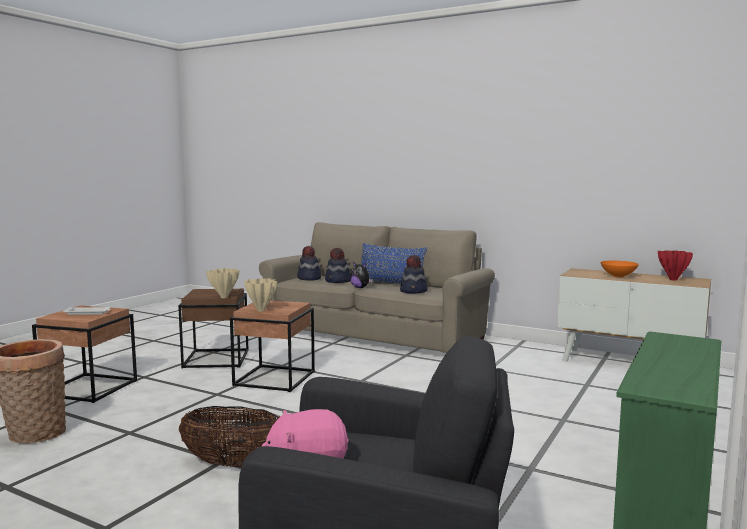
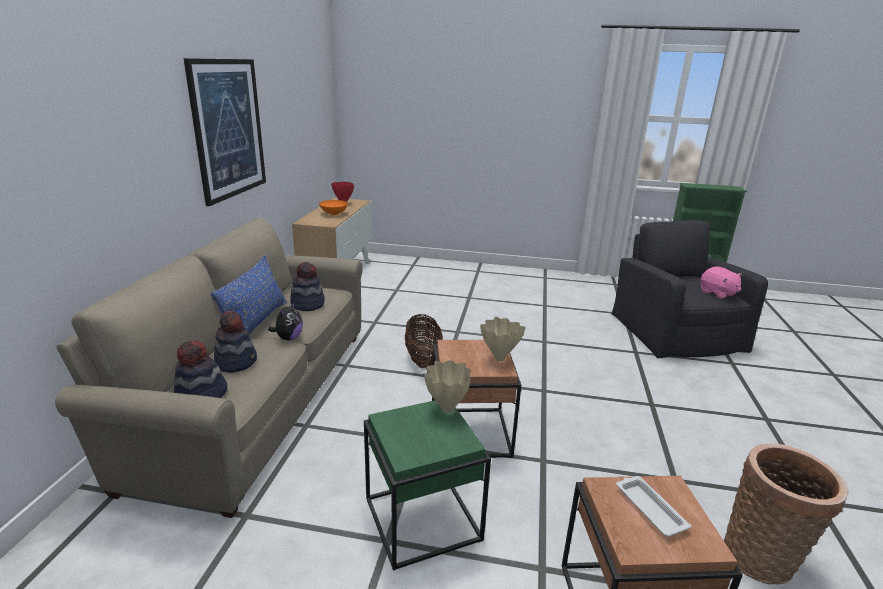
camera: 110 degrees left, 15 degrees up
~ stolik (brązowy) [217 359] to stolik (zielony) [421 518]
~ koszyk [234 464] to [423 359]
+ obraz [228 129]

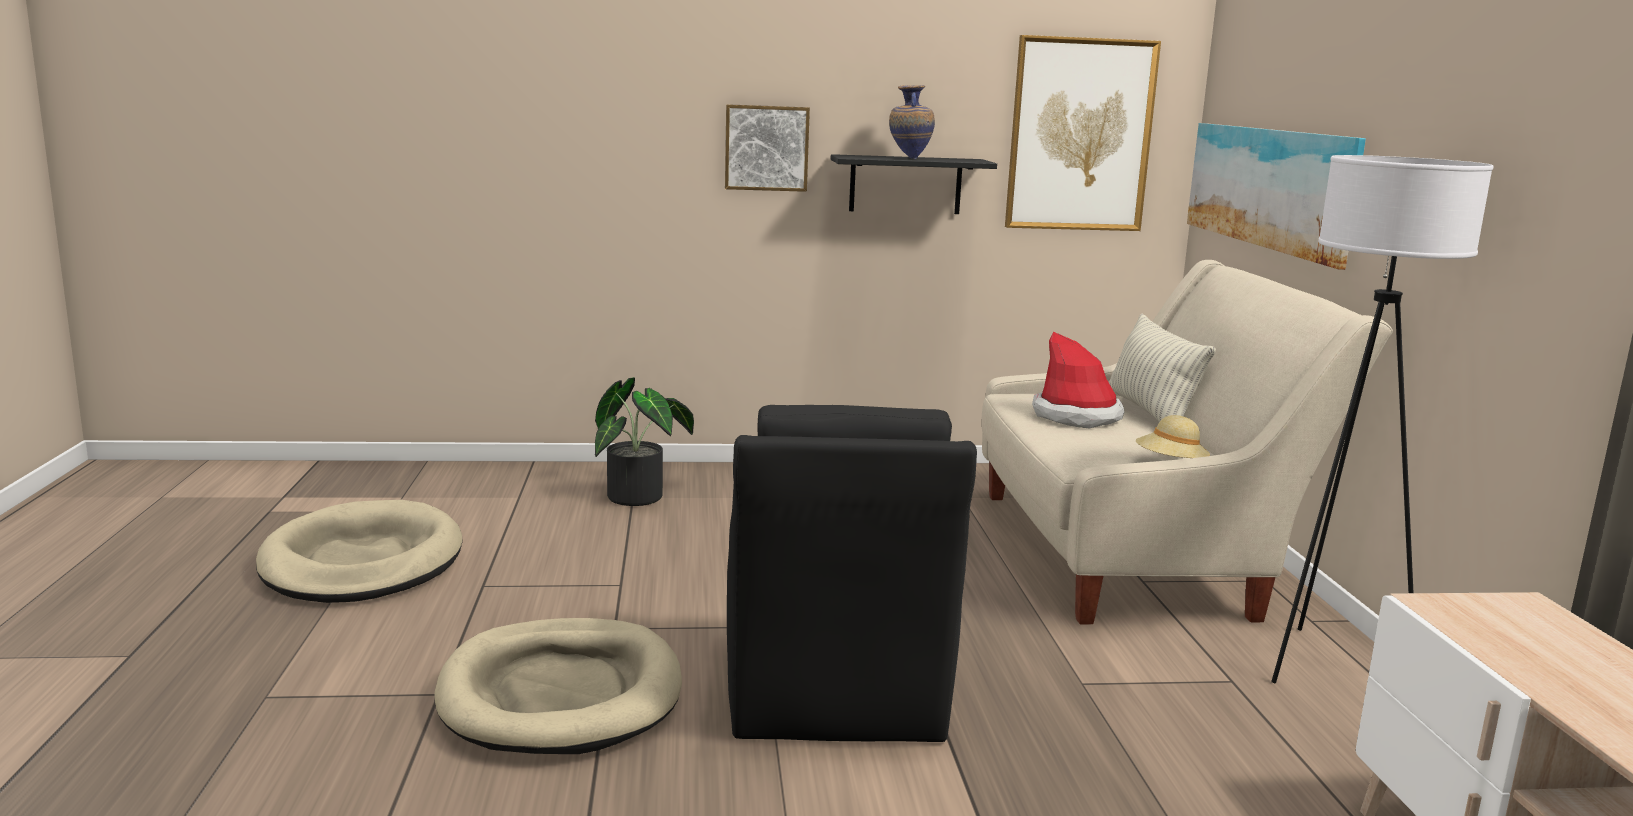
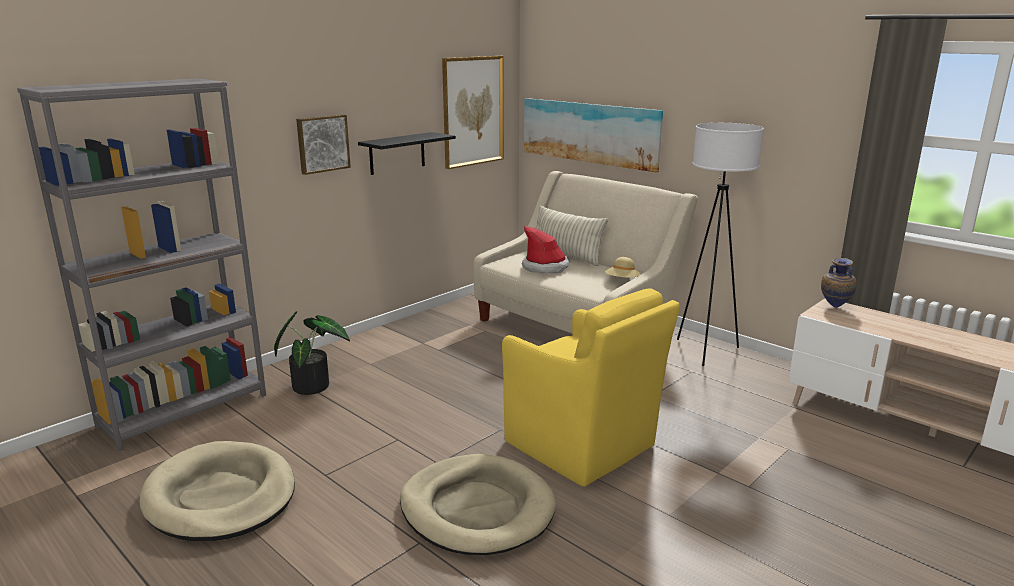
camera: 40 degrees left, 5 degrees up
~ wazon [909 158] to [834 308]
~ fotel (czarny) [834 694] to fotel (żółty) [582 446]
+ regał (szary) [184 410]

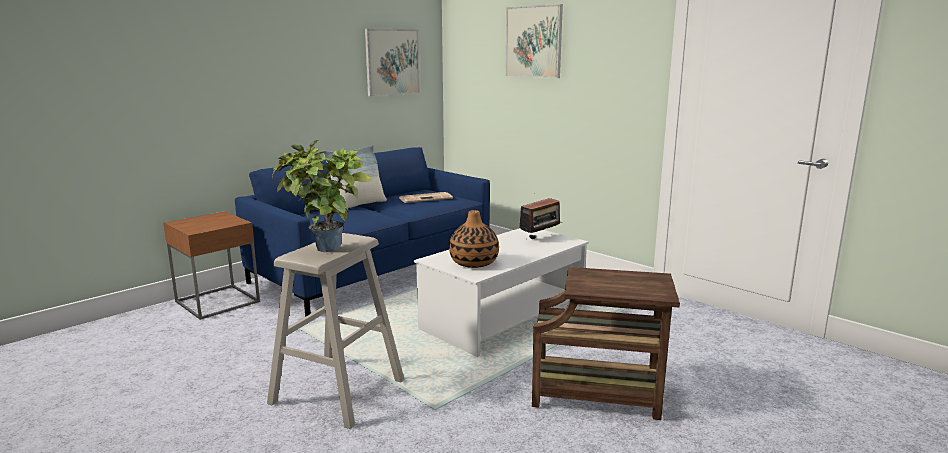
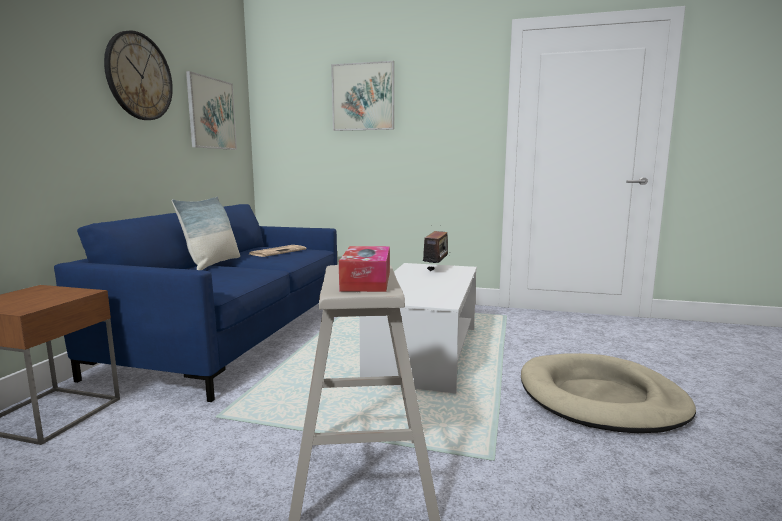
camera: 30 degrees left, 5 degrees down
~ roślina doniczkowa [324 250] to pudełko chusteczek [366 280]
- wazon [474 263]
~ stolik (brązowy) [599 396] to legowisko (beżowy) [601 398]
+ zegar ścienny [139 76]

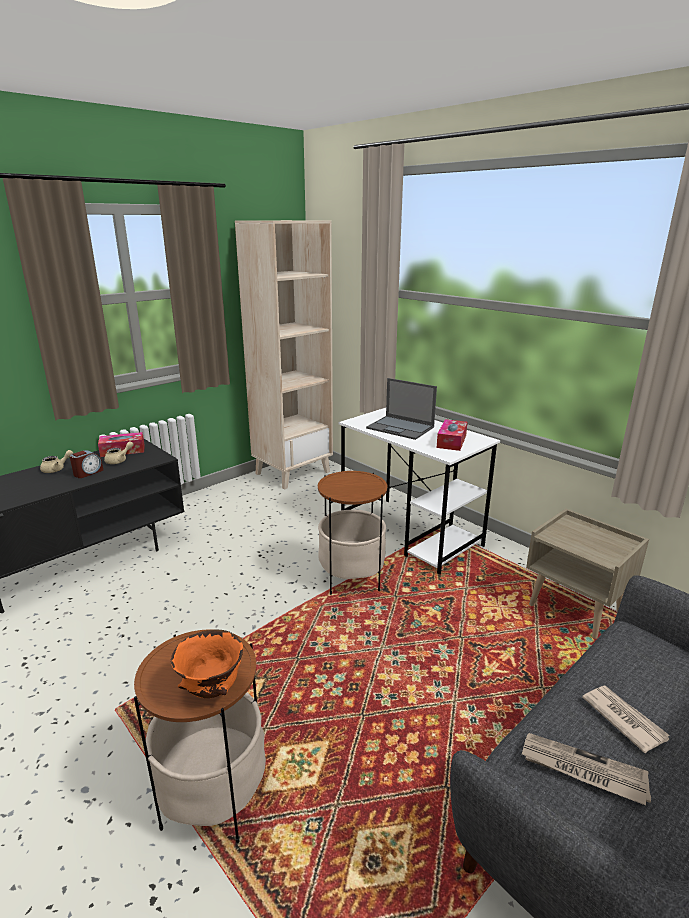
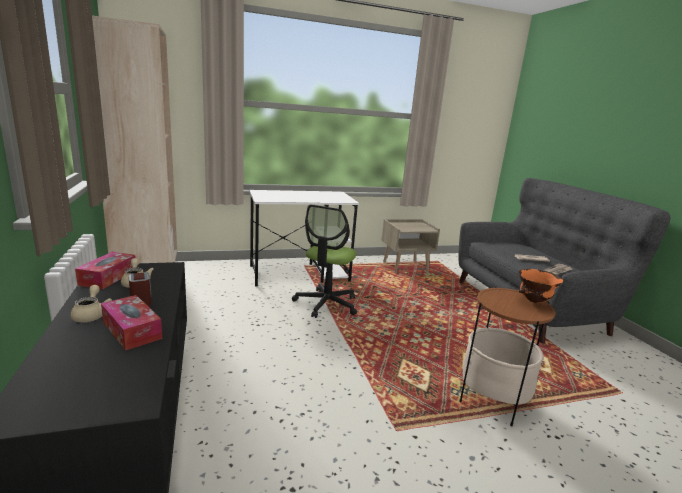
camera: 65 degrees left, 5 degrees down
- laptop [401 428]
~ pudełko chusteczek [451 441] to [132 330]
~ stolik [351 578] to krzesło biurowe [326 304]

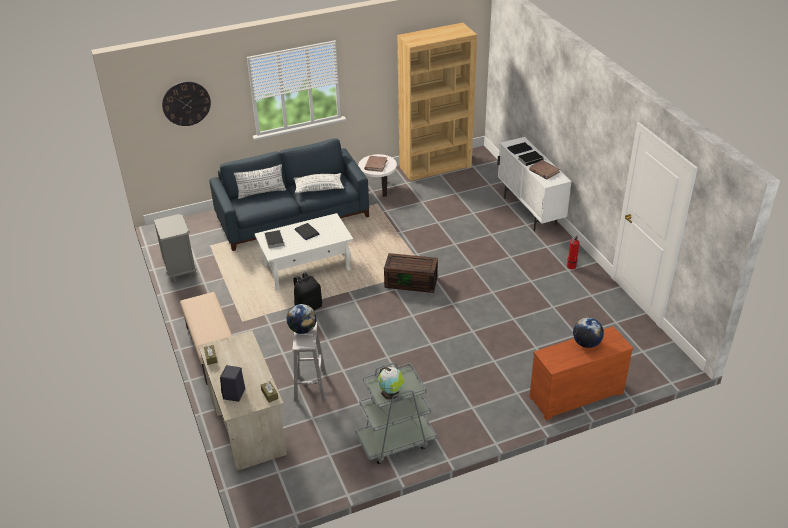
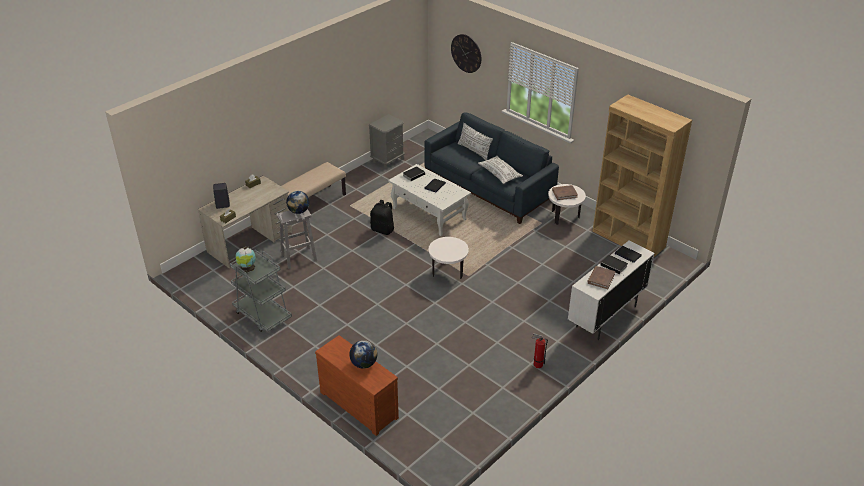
camera: 65 degrees right, 0 degrees up
~ pojemnik do przechowywania (brązowy) [412 282] to stolik (biały) [448 272]

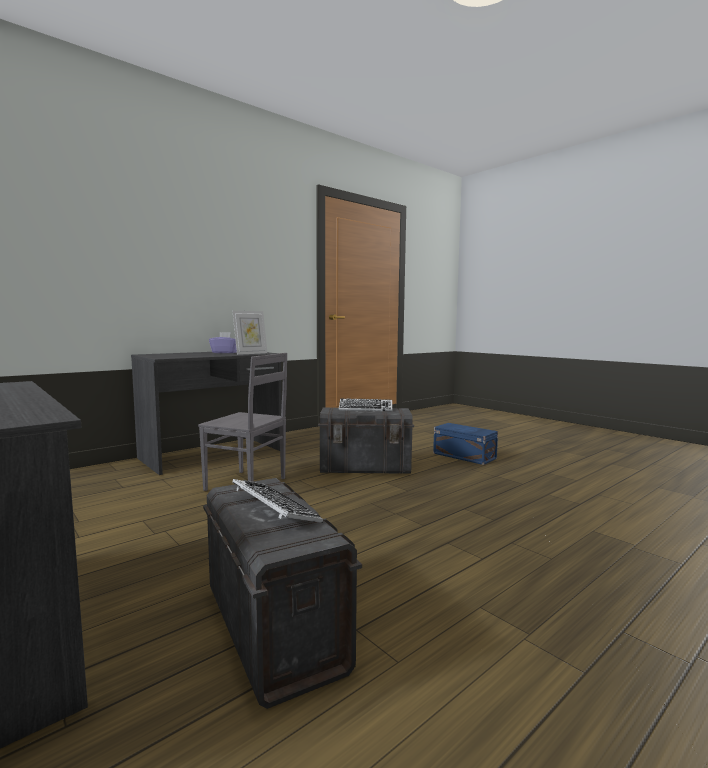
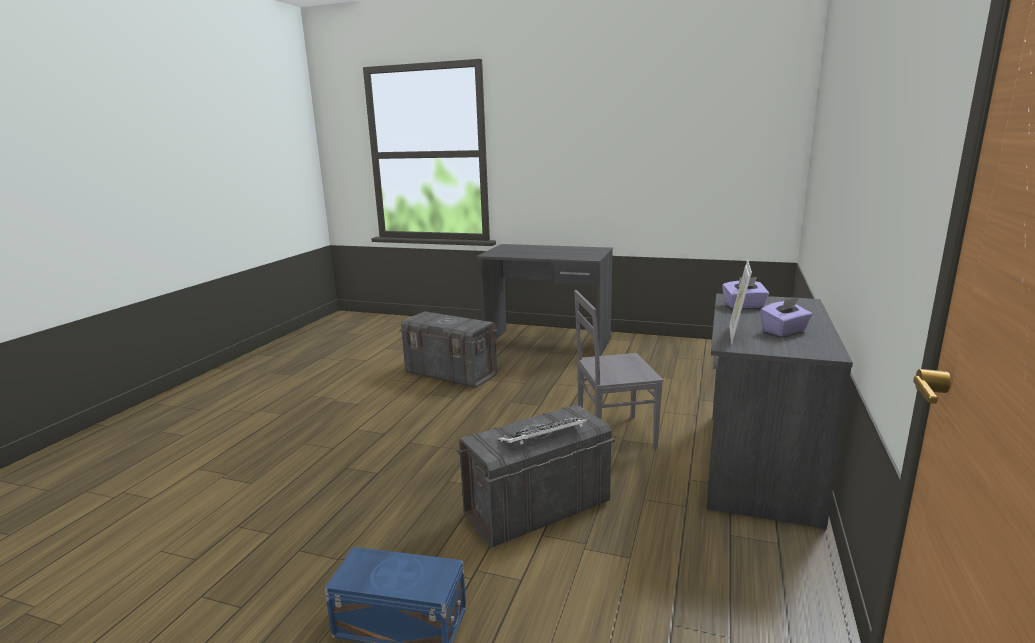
camera: 150 degrees right, 10 degrees up
- klawiatura [273 508]
+ pudełko chusteczek (fioletowy) [744 306]

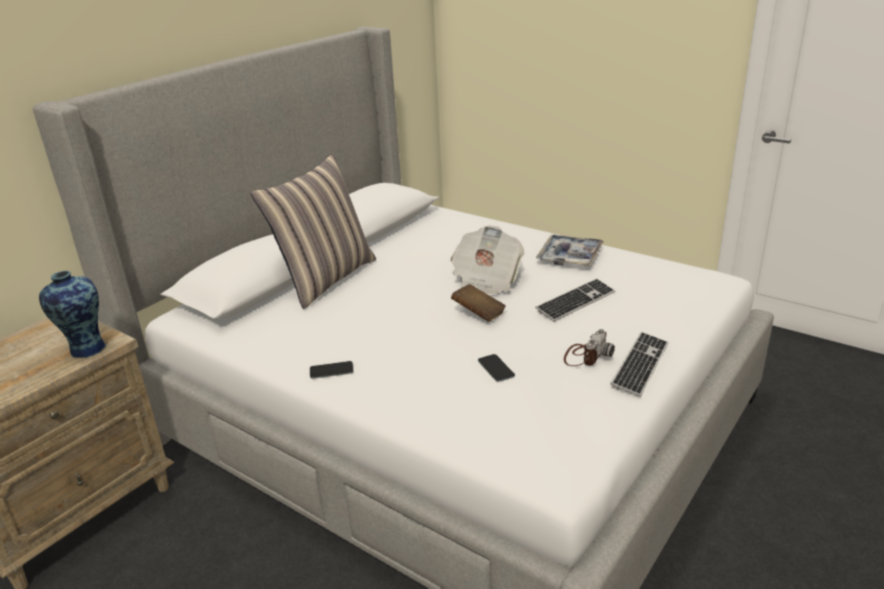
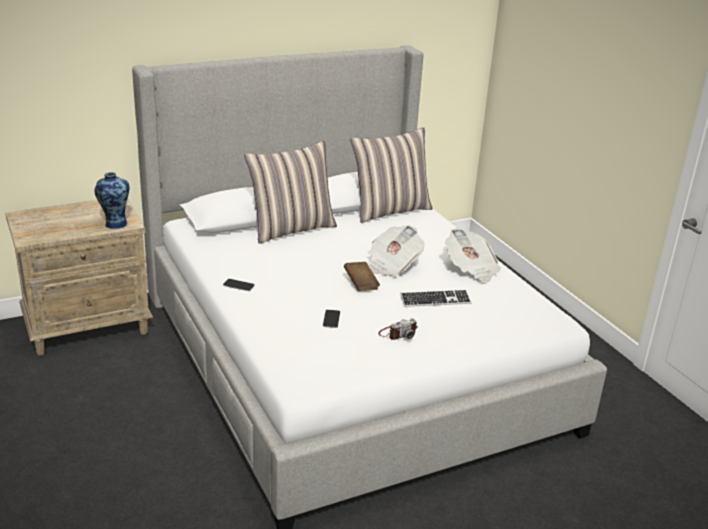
camera: 25 degrees right, 0 degrees up
~ taca [569 257] to gazeta [471 269]
- klawiatura [640 365]
+ poduszka [390 210]

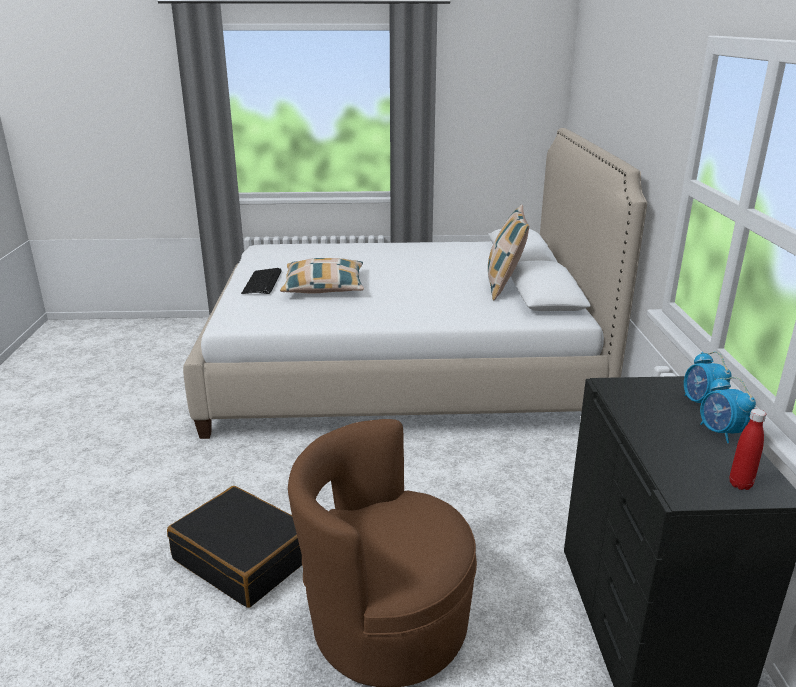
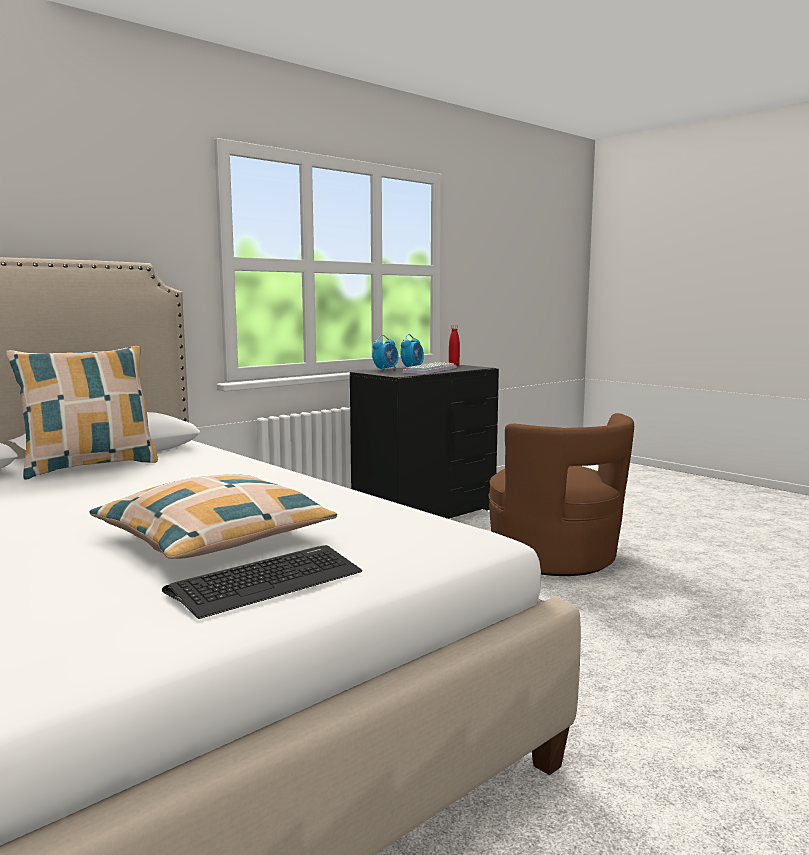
camera: 130 degrees left, 15 degrees down
- walizka (czarny) [243 558]
+ klawiatura [429 370]

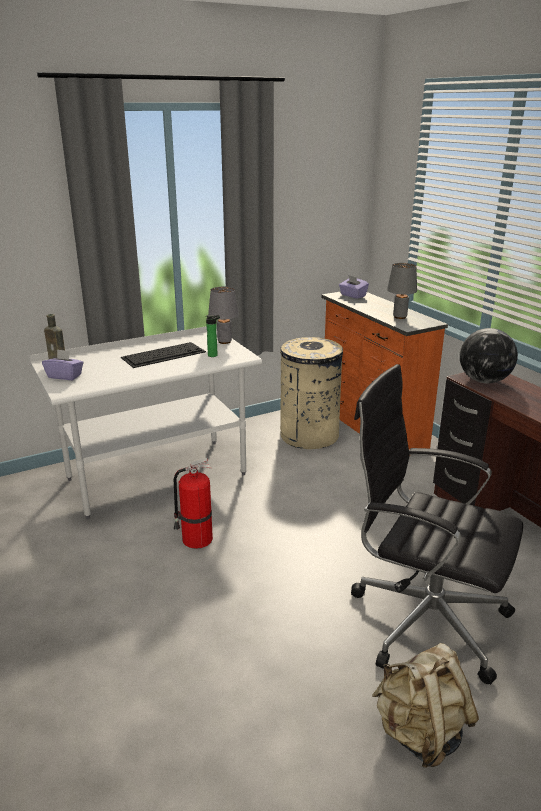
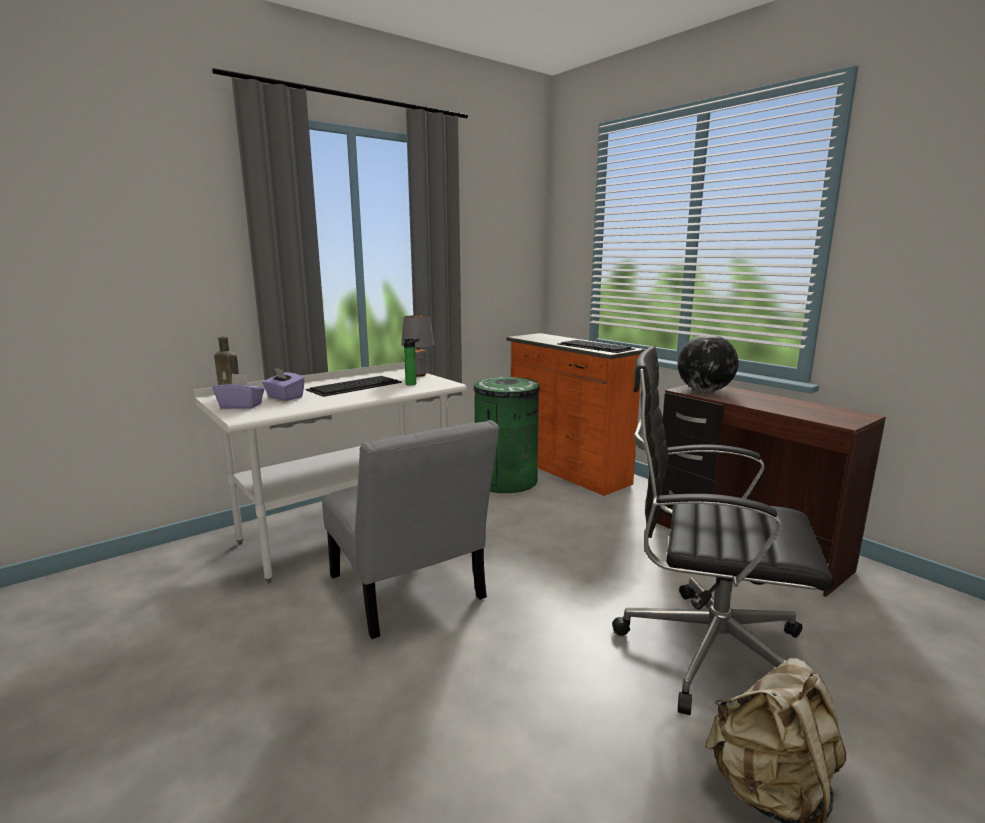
camera: 10 degrees left, 10 degrees down
~ lampa stołowa (szary) [400 317] to klawiatura [595 346]
~ pudełko chusteczek (fioletowy) [352 295] to [284 397]
~ kosz na śmieci (beżowy) [309 435] to kosz na śmieci (zielony) [505 481]
~ gaśnica [195 539] to krzesło (szary) [409 592]

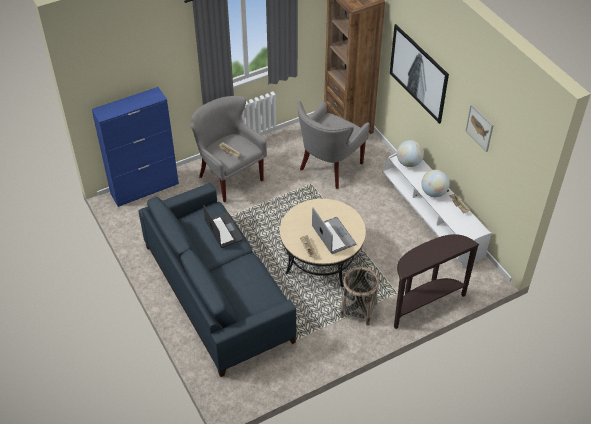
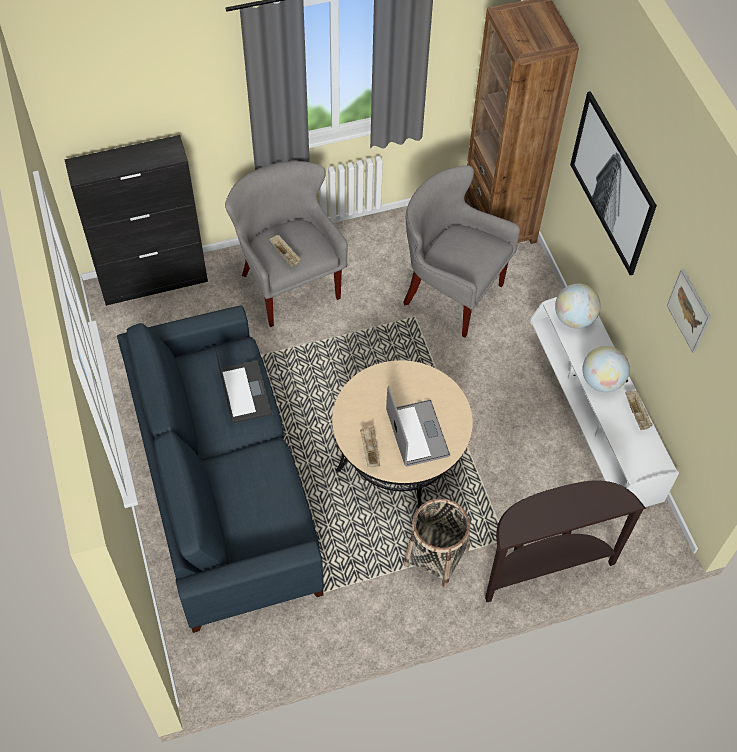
camera: 10 degrees right, 10 degrees up
~ szafka (niebieski) [145 188] to szafka (czarny) [154 281]
~ fotel (szary) [329 167] = [450 293] 75 degrees clockwise

